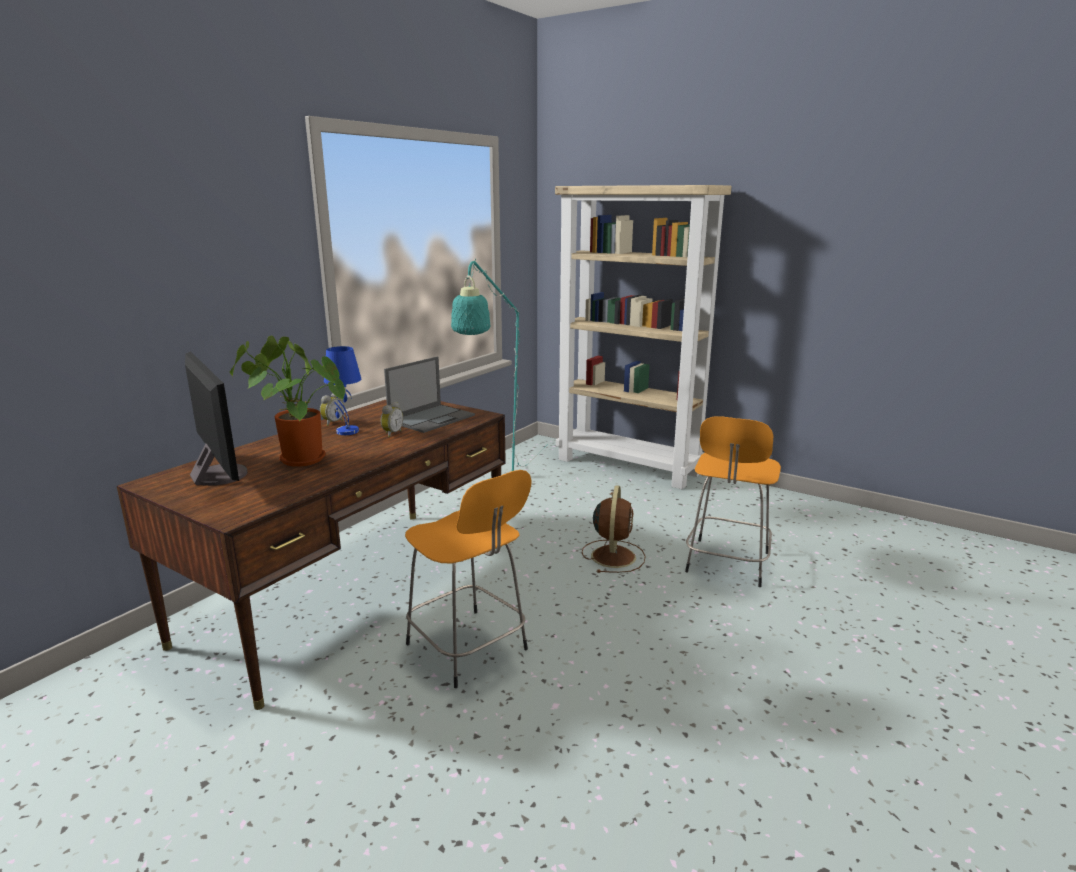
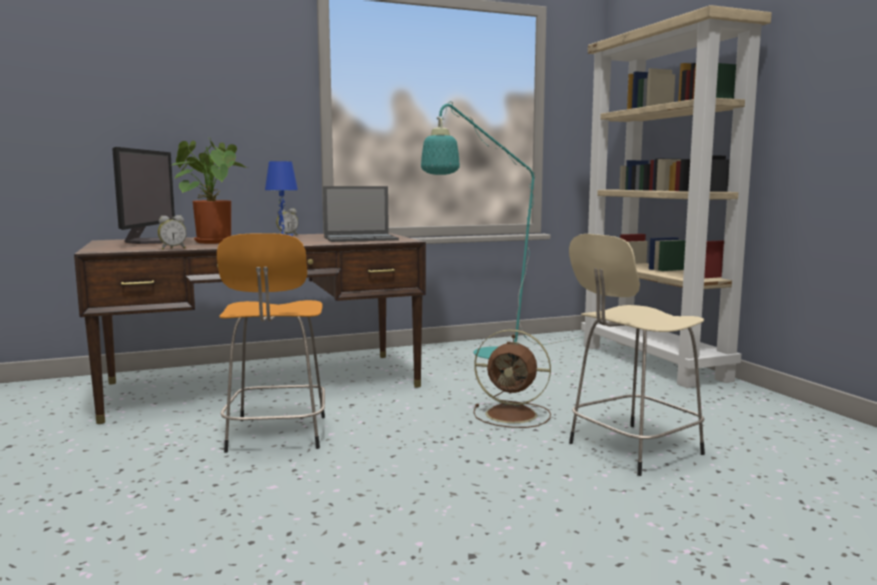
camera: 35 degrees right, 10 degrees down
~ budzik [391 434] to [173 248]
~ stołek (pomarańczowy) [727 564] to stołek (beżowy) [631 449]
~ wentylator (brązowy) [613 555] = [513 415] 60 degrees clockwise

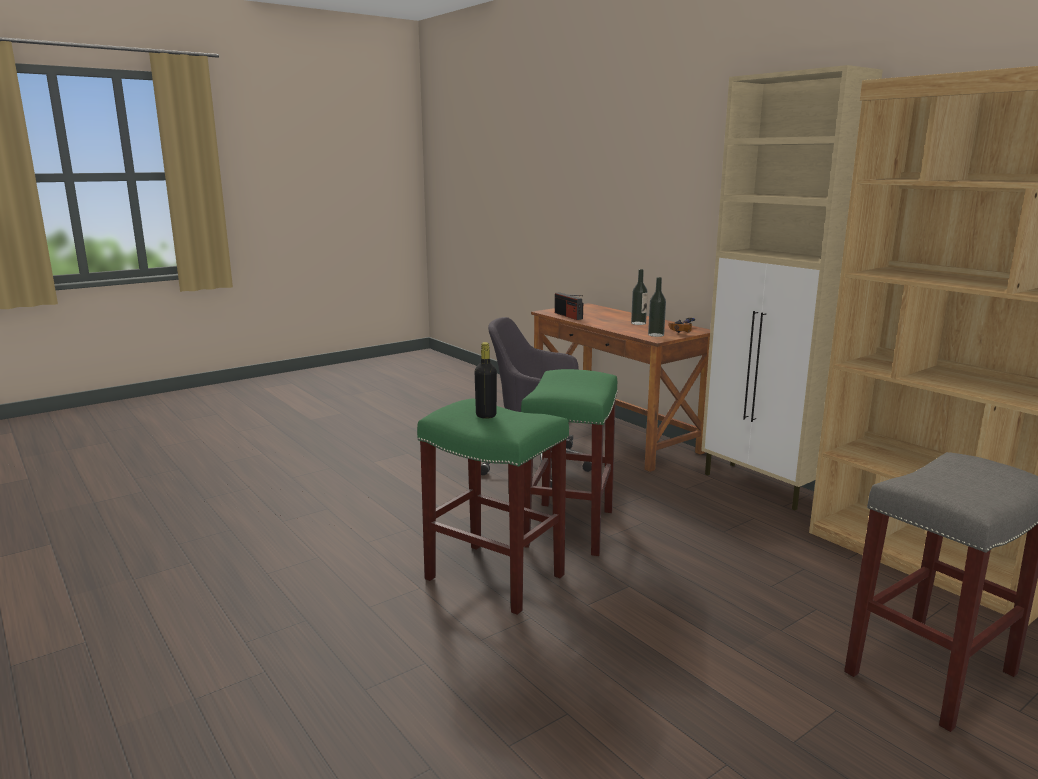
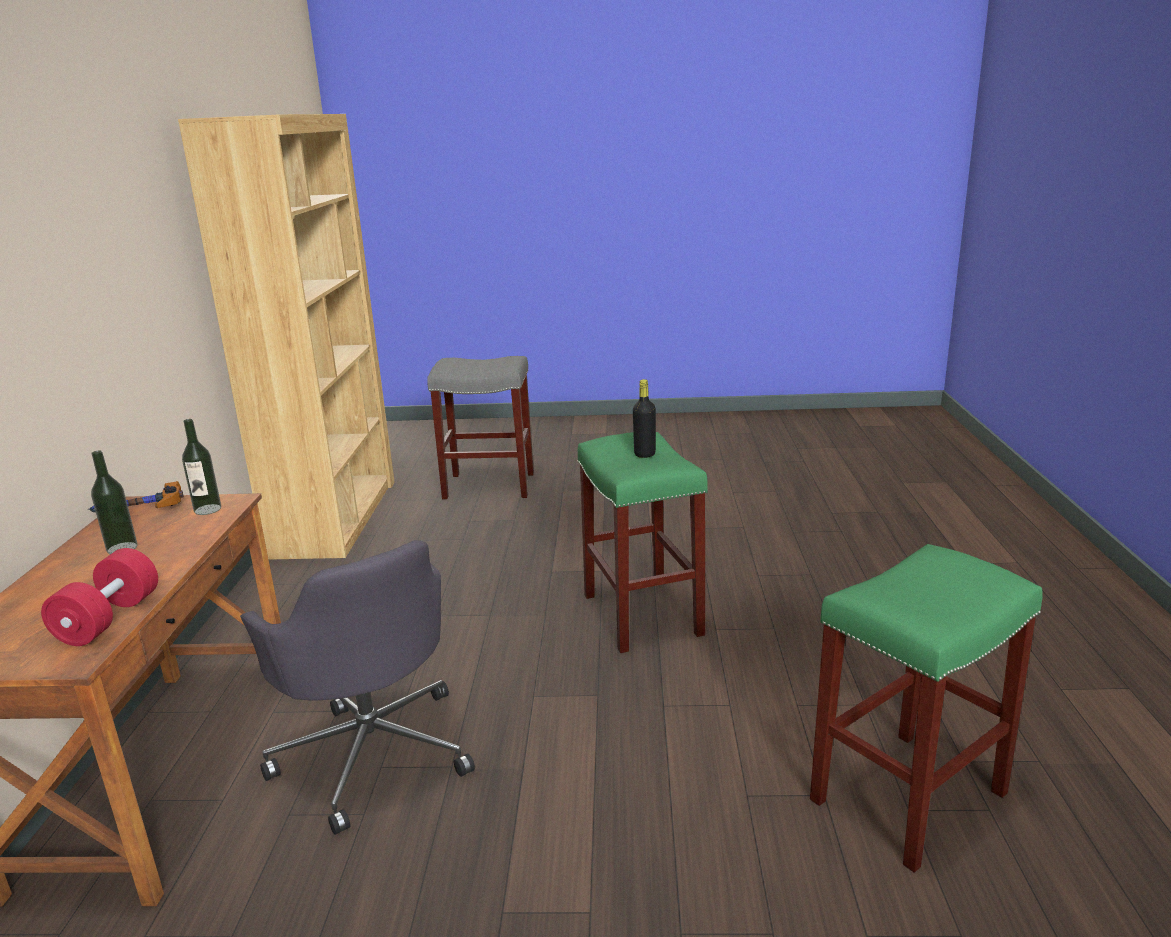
camera: 140 degrees left, 5 degrees up
- szafka (beżowy) [762 486]
~ radio [568 316] to hantel (czerwony) [109 619]
~ stołek (zielony) [568 527] to [908 799]

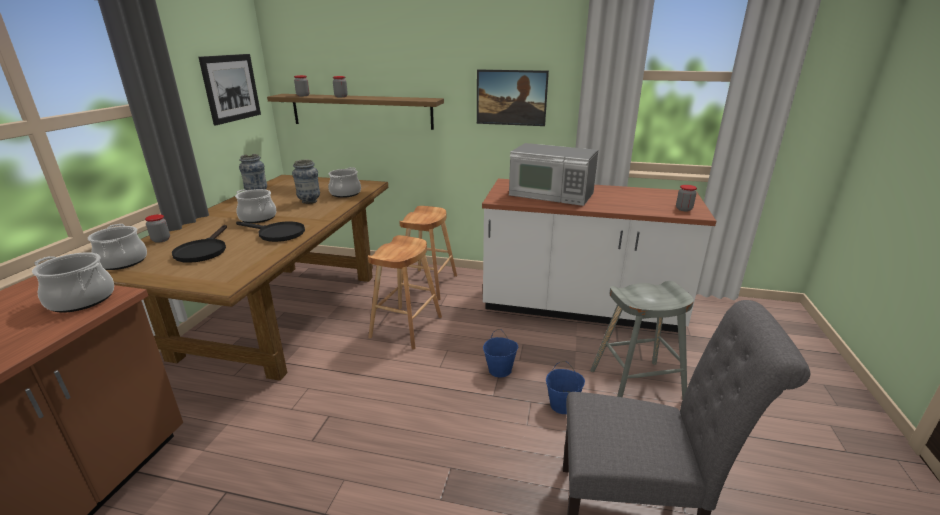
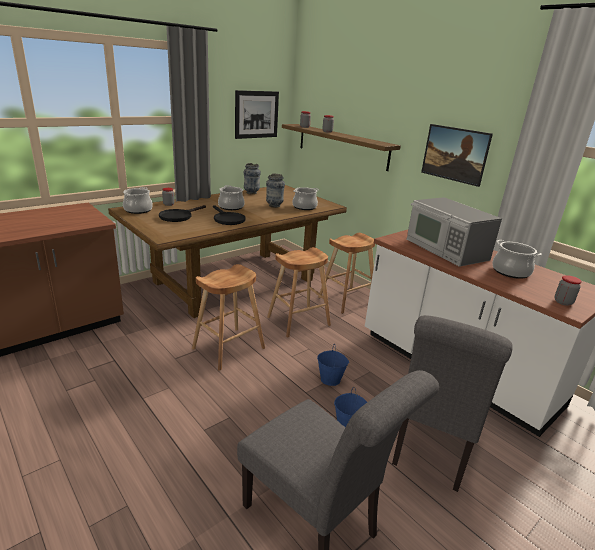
camera: 35 degrees right, 0 degrees up
~ garnek [82 300] to [511 272]
~ stołek (szary) [637 385] to krzesło (szary) [431 449]
+ stołek (brązowy) [229 348]

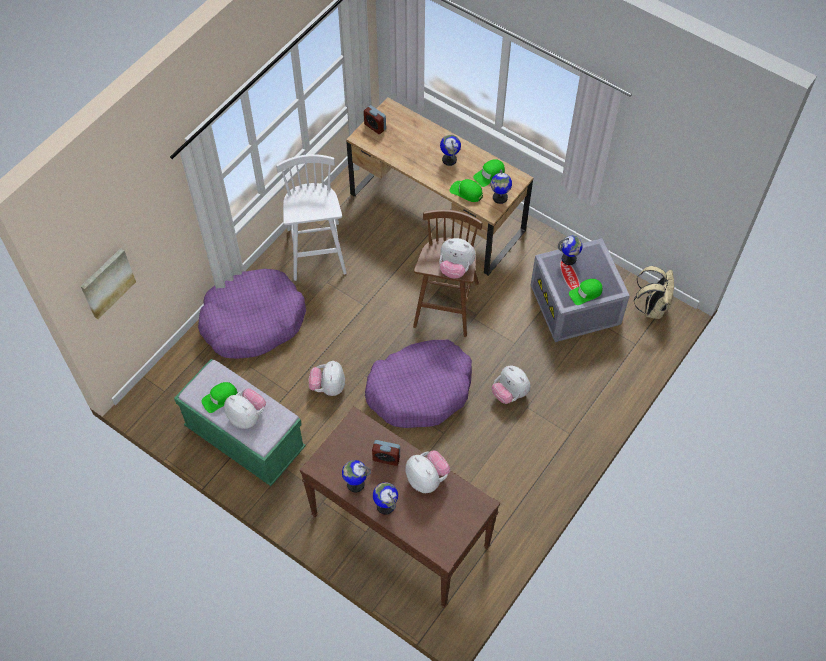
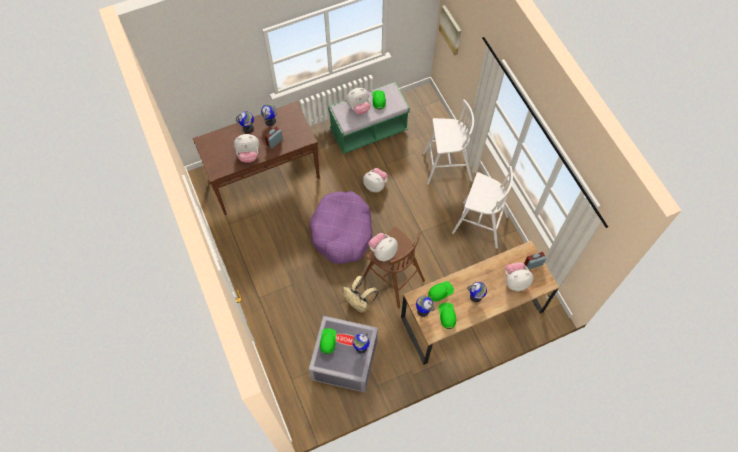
camera: 120 degrees right, 5 degrees up
~ plecak (beżowy) [652 307] to [359 303]
~ legowisko (fioletowy) [253 321] to stołek (biały) [446 167]
~ pluszak [510 393] to [515 281]

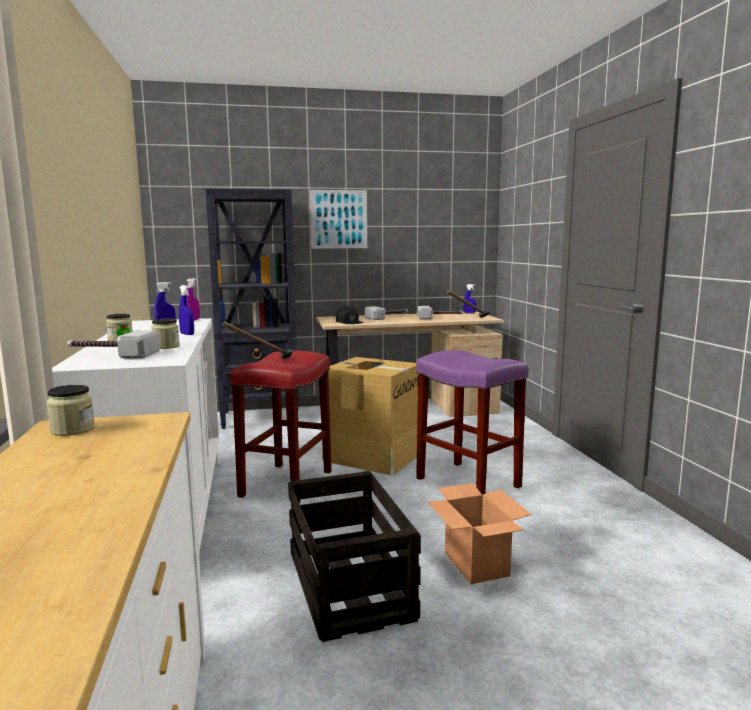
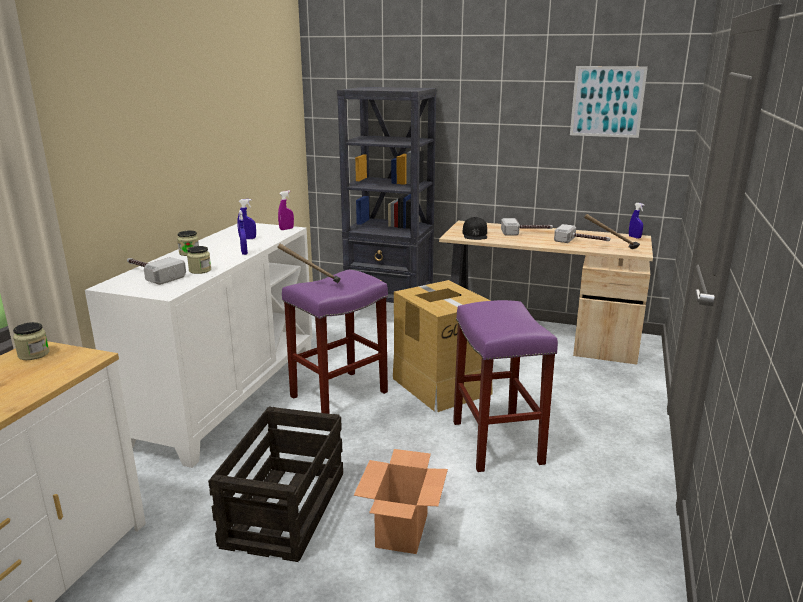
camera: 30 degrees right, 10 degrees up
~ obraz [339 219] to [607 101]
~ stołek (czerwony) [286 484] to stołek (fioletowy) [338 395]

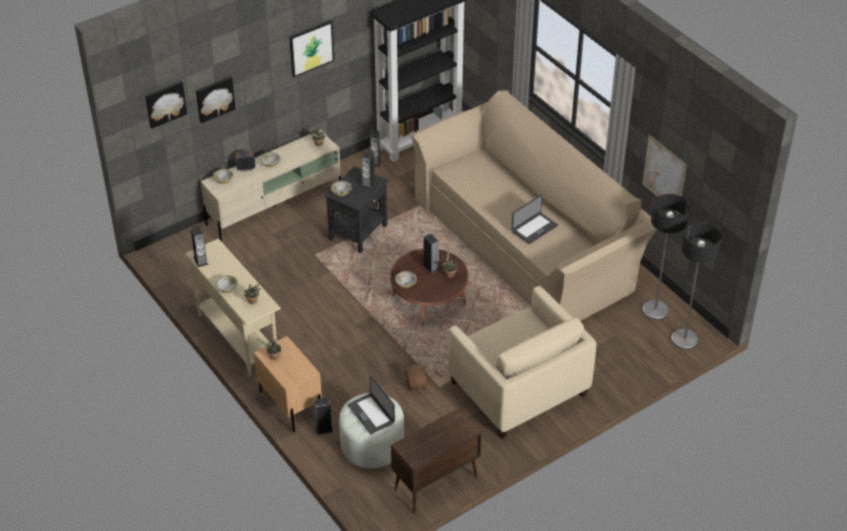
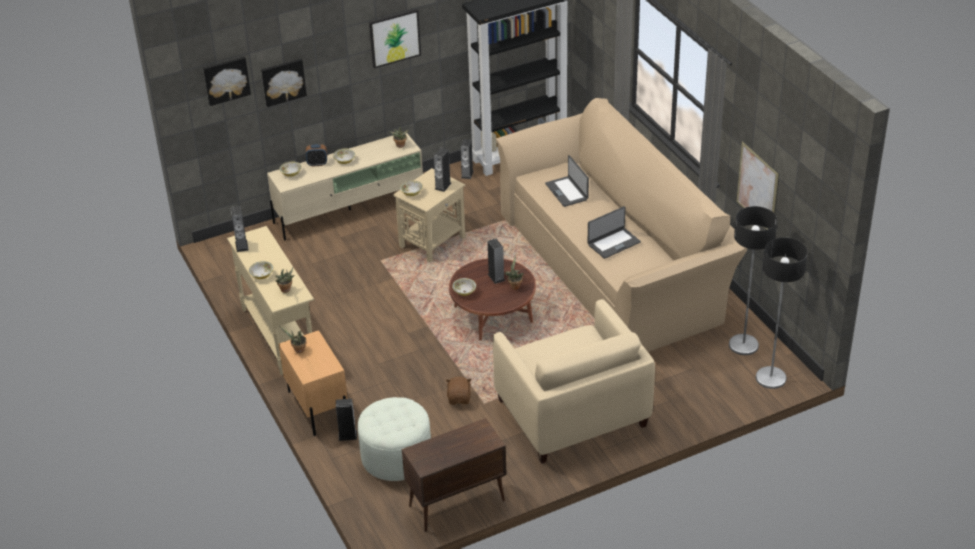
camera: 10 degrees right, 5 degrees down
~ stolik (czarny) [358 232] to stolik (beżowy) [433 241]
~ laptop [371 413] to [567 191]

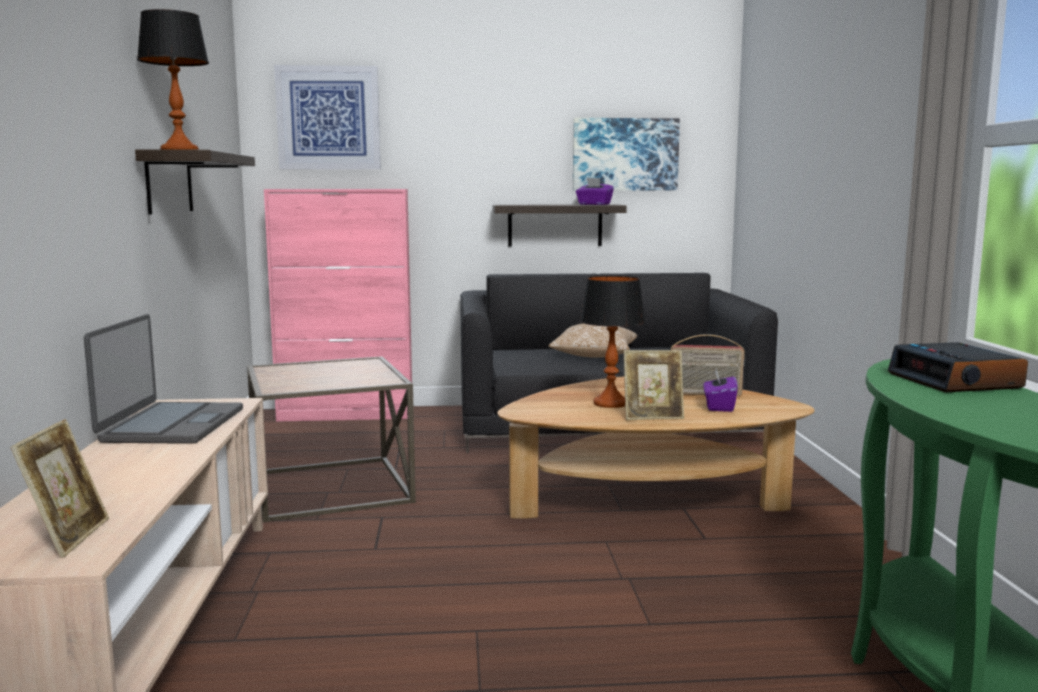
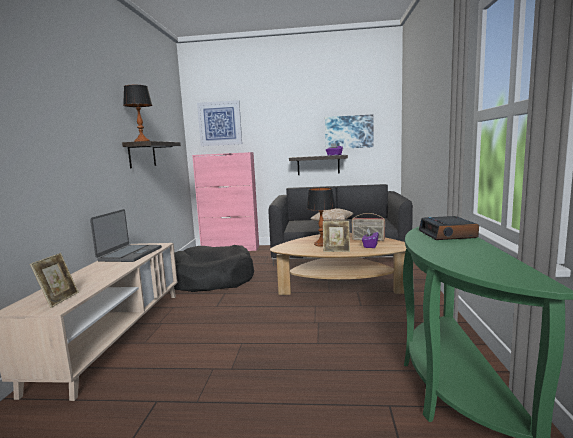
camera: 10 degrees right, 0 degrees up
~ stolik (brązowy) [331 487] to legowisko (czarny) [210 280]

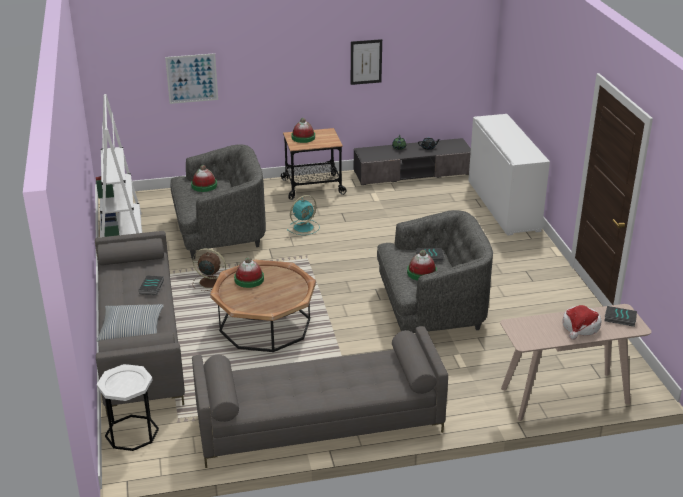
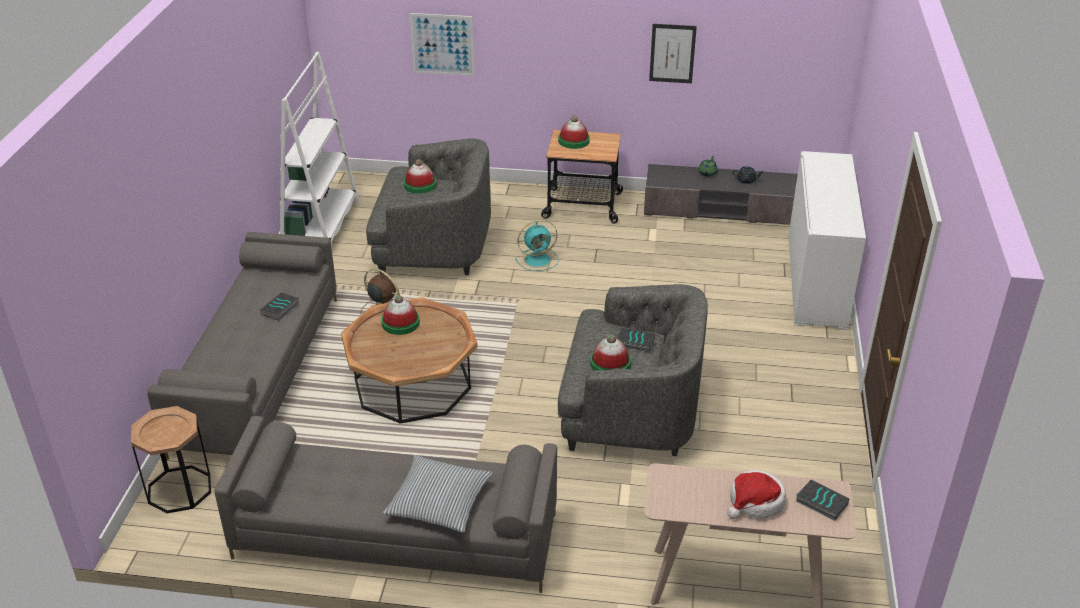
camera: 20 degrees right, 5 degrees up
~ poduszka [131 330] to [439 502]
~ stolik (biały) [132 433] to stolik (brązowy) [179 489]

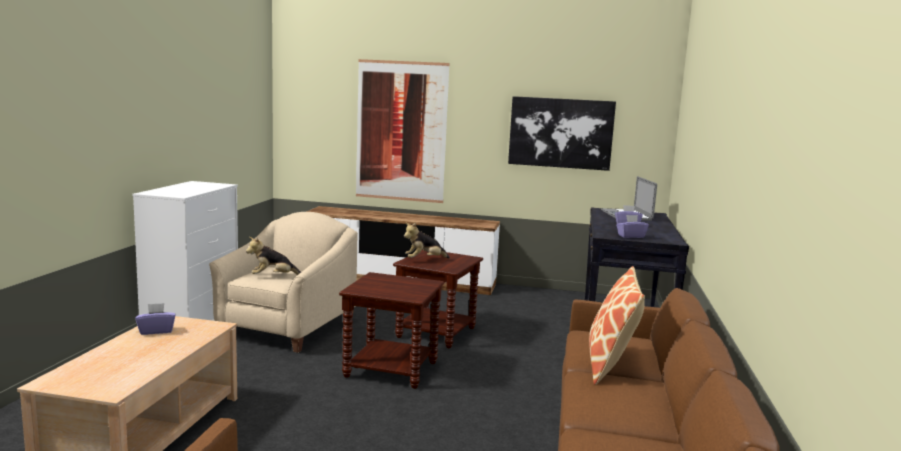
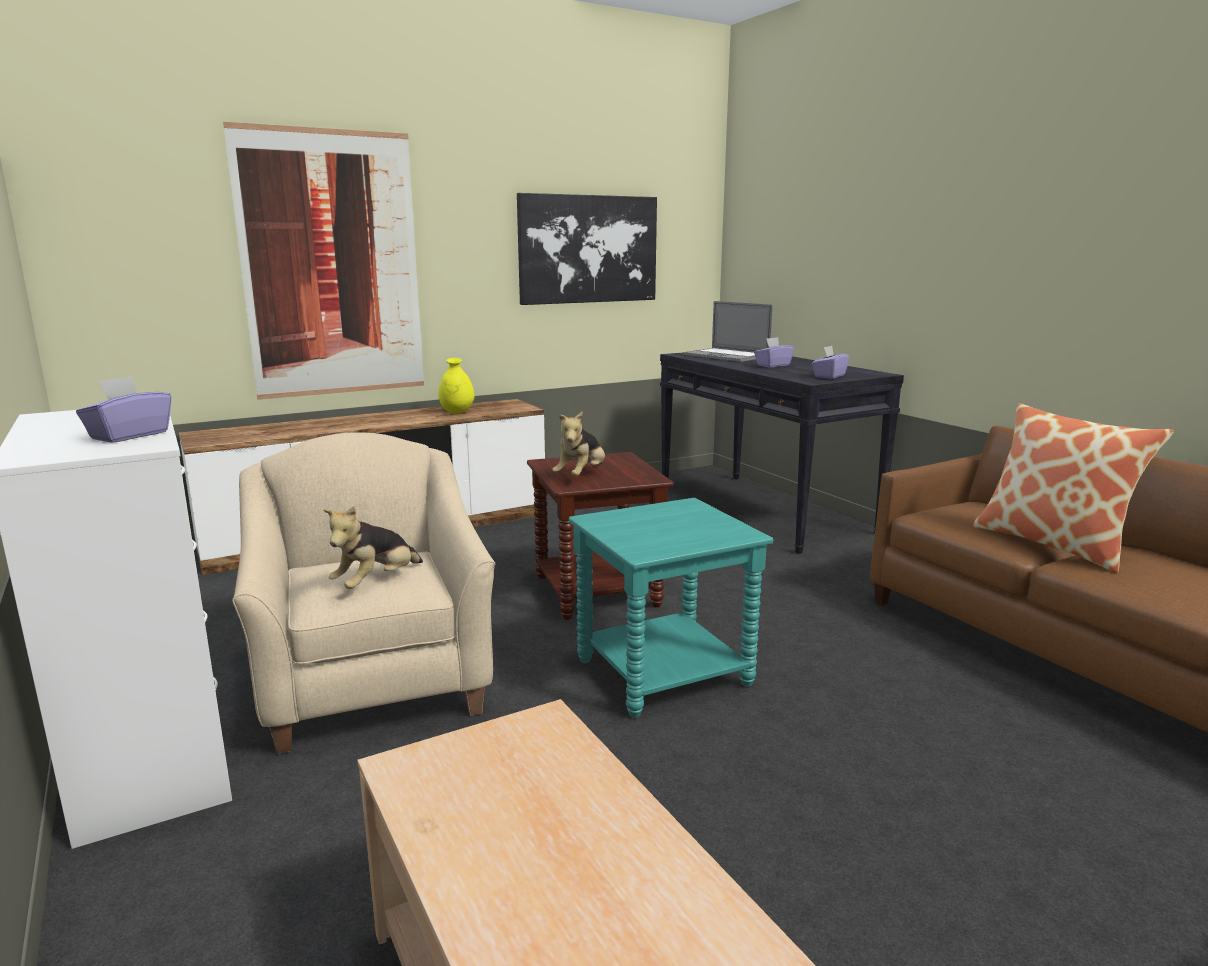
camera: 40 degrees left, 5 degrees up
~ stolik (brązowy) [391 369] to stolik (turkusowy) [663 672]
~ pudełko chusteczek (fioletowy) [156 331] to [129 435]
+ wazon (żółty) [457 412]

